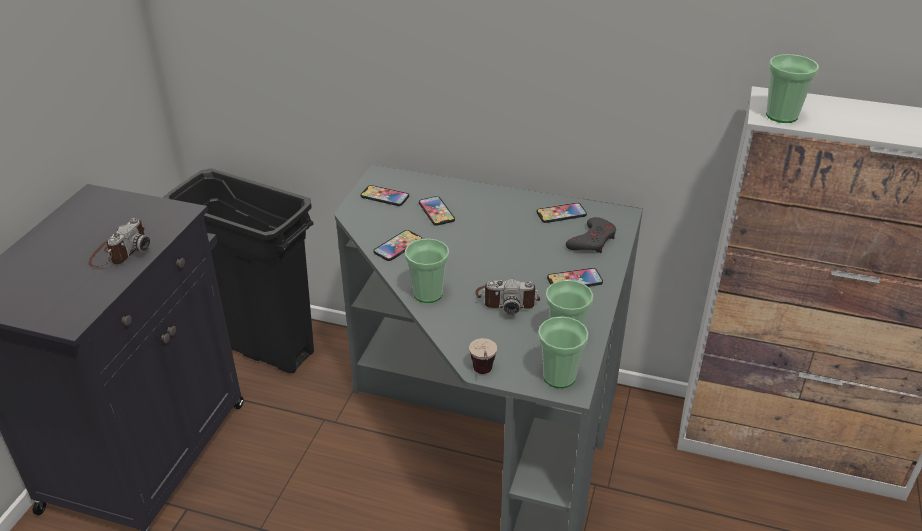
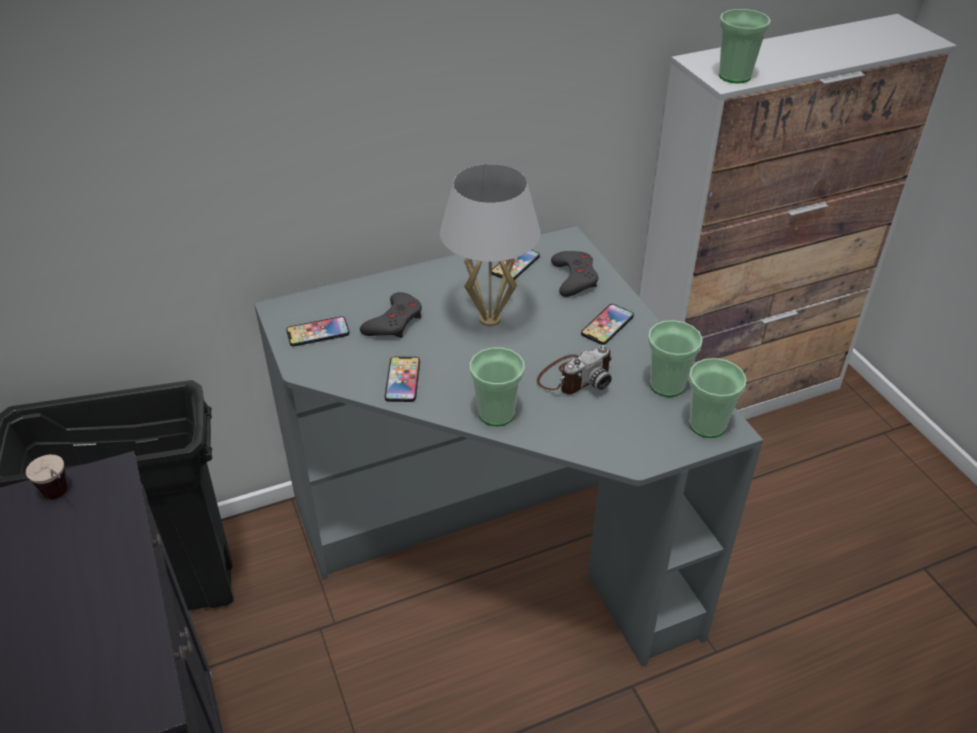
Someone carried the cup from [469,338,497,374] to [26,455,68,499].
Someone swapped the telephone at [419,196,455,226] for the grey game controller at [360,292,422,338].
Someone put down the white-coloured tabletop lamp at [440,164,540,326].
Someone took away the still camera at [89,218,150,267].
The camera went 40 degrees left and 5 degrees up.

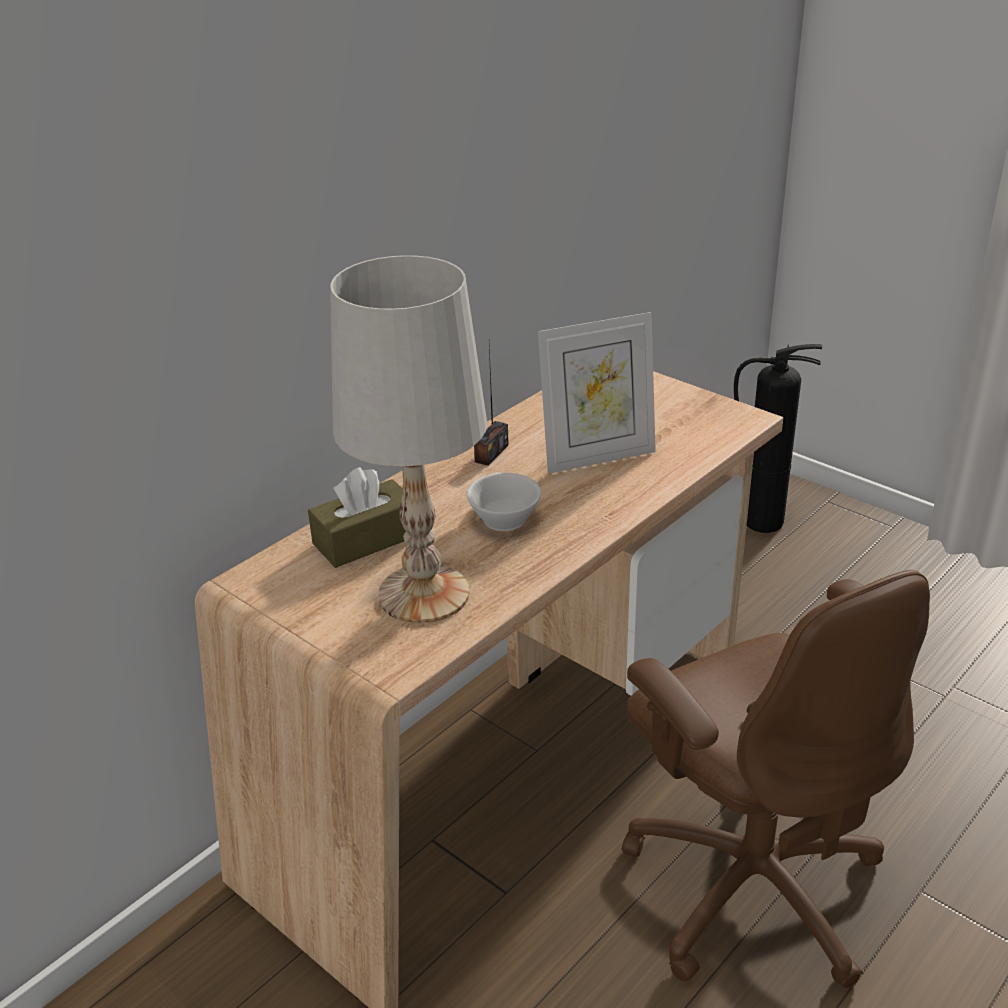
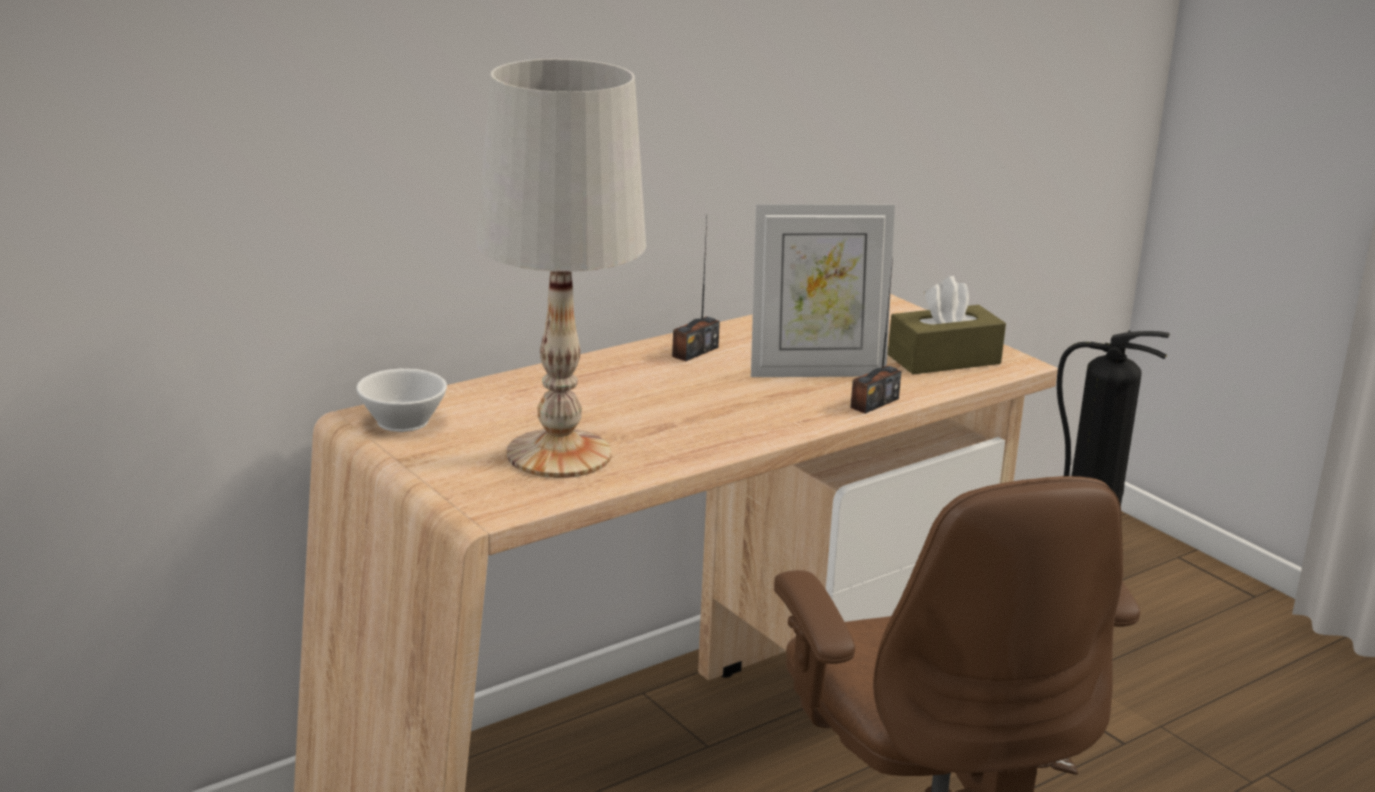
Someone carried the white-coloured cup from [467,472,541,531] to [356,369,447,432].
Someone put down the radio at [850,258,901,414].
Someone carried the brownish tissue holder from [308,467,406,568] to [888,276,1006,375].
The camera went 10 degrees right and 10 degrees down.

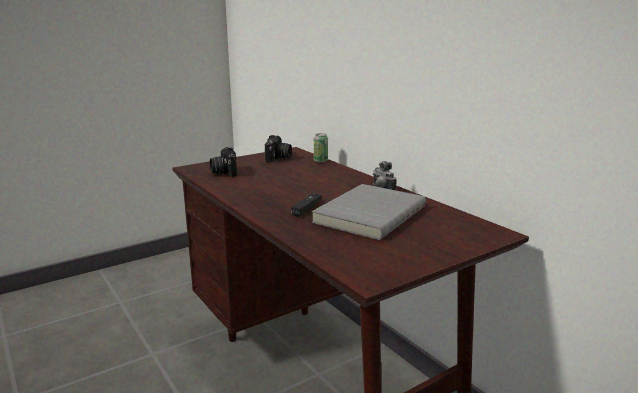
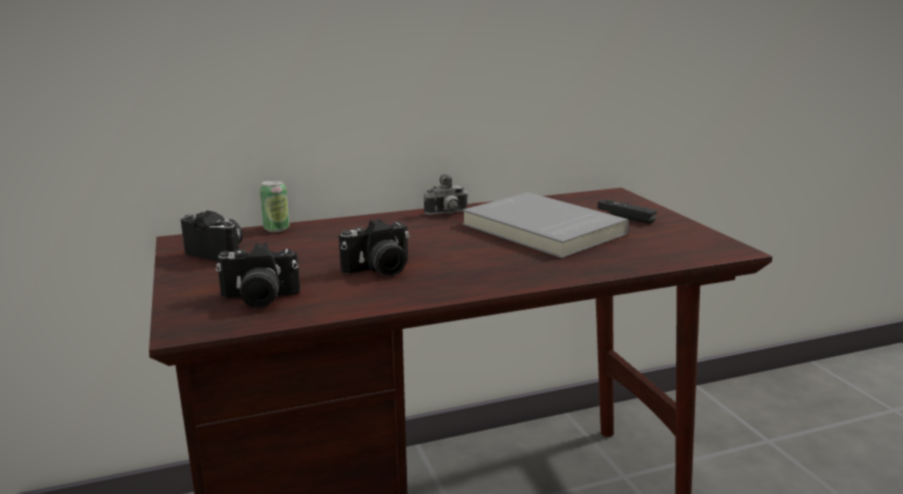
Someone put down the still camera at [339,219,409,276].
Someone carried the black game controller from [291,193,322,217] to [597,199,657,224].
The camera went 75 degrees left and 0 degrees up.

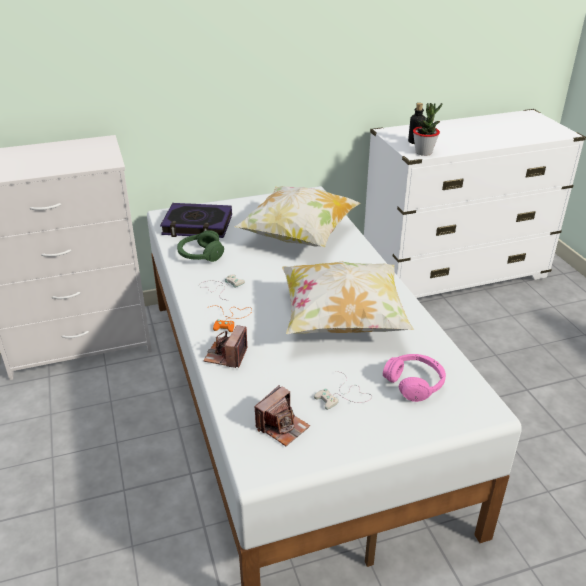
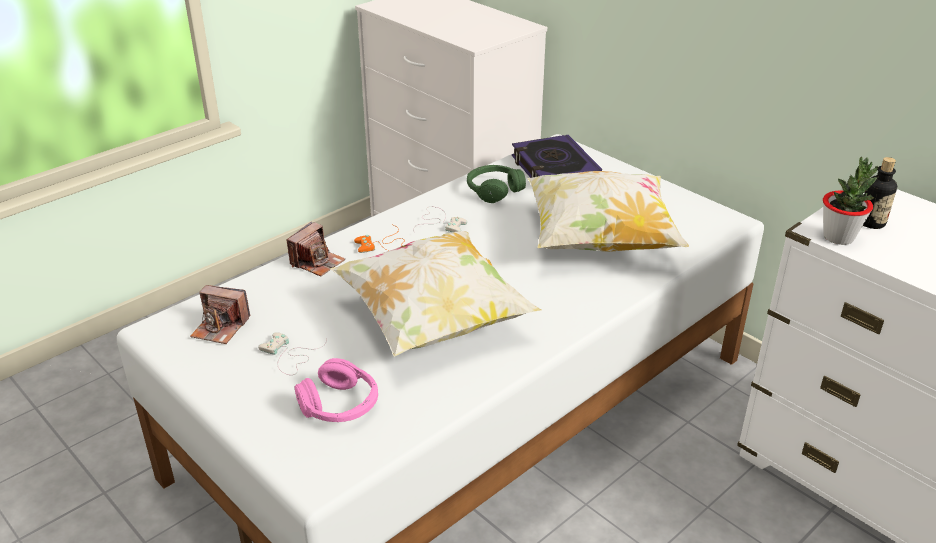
Someone rotated the still camera at [203,325,248,368] by 135 degrees clockwise.
The camera went 65 degrees right and 0 degrees up.

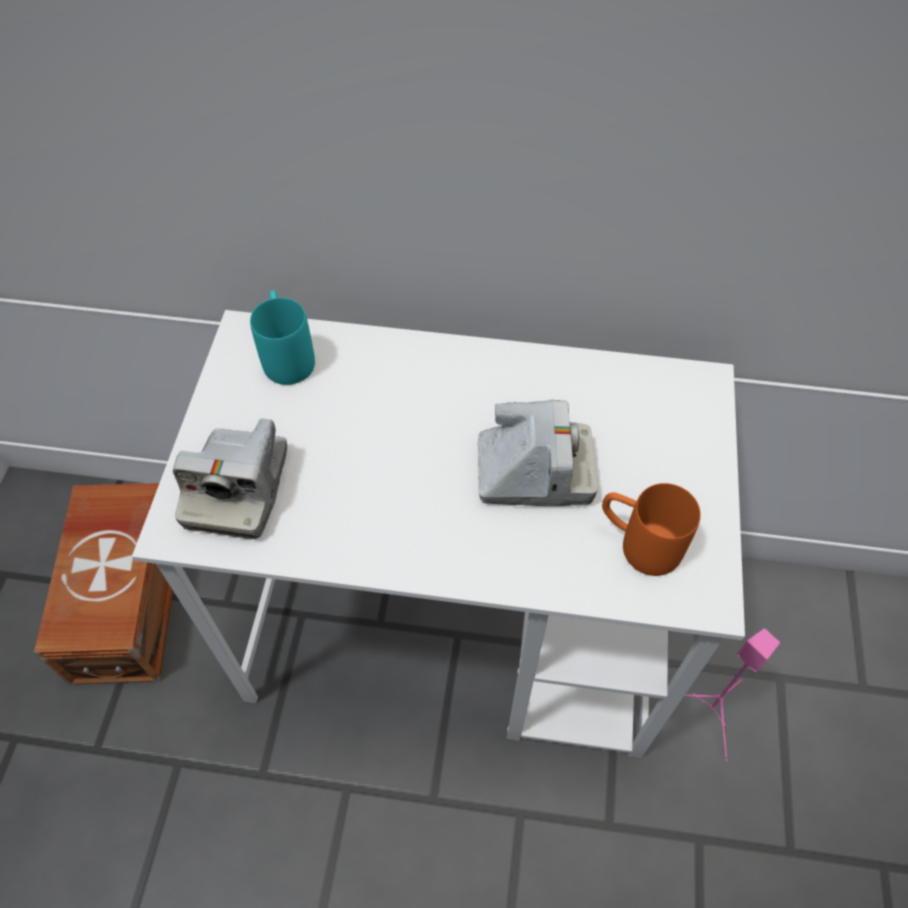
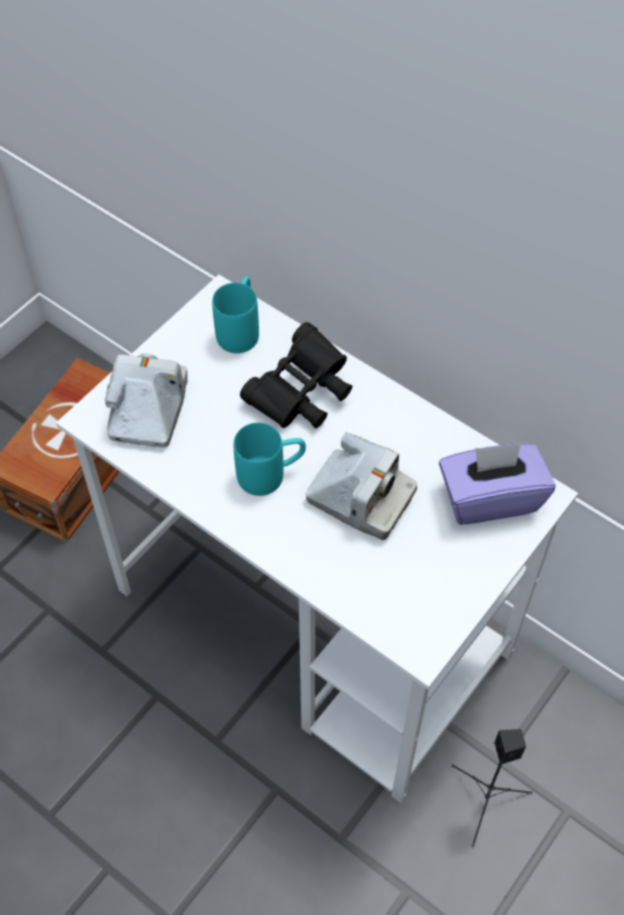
Someone rotated the still camera at [173,418,287,539] by 150 degrees clockwise.
Someone put down the turquoise tea mug at [234,422,306,496].
Someone put down the black pair of binoculars at [240,322,352,428].
Someone put down the purple-coloured tissue holder at [439,443,556,525].
Someone repainted the pink loudspeaker at [685,628,780,761], which became the black loudspeaker at [452,729,533,847].
Someone took away the orangey tea mug at [602,483,701,576].
The camera went 30 degrees right and 0 degrees up.

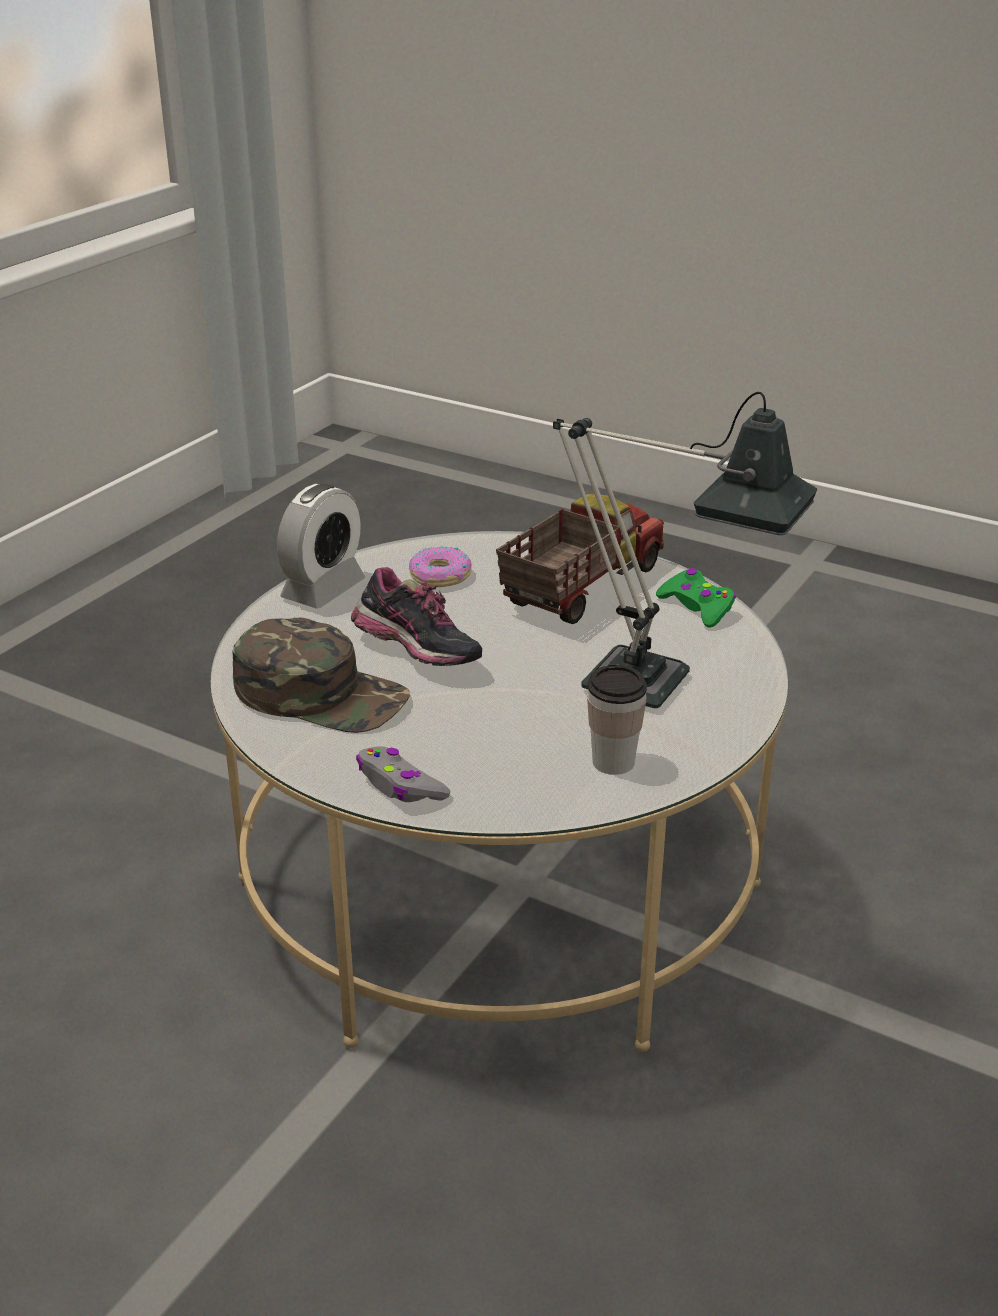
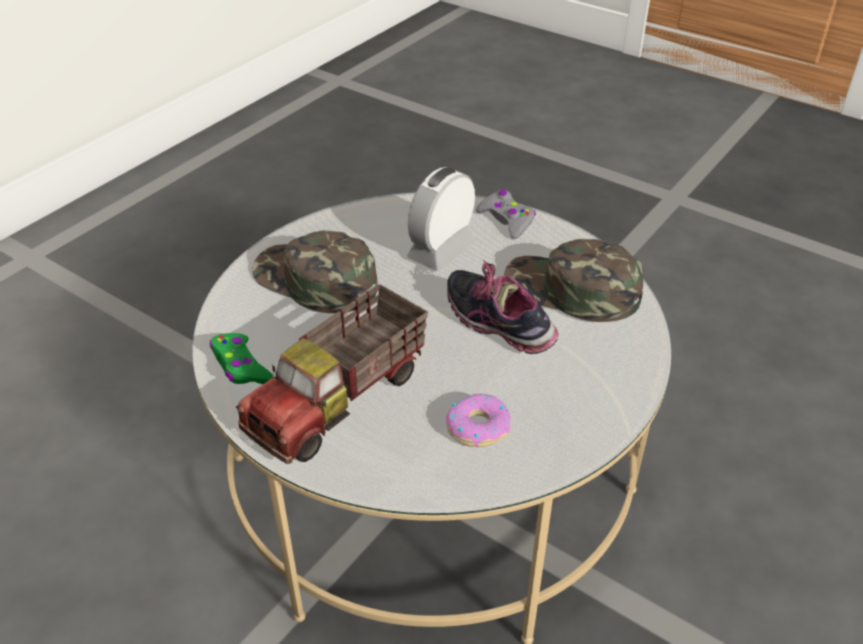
Someone swapped the tabletop lamp at [553,392,817,708] for the green-coloured cap at [252,230,378,313].
Someone carried the table clock from [277,483,365,609] to [407,167,475,271].
Someone took away the cup at [587,665,647,775].
The camera went 175 degrees left and 10 degrees up.

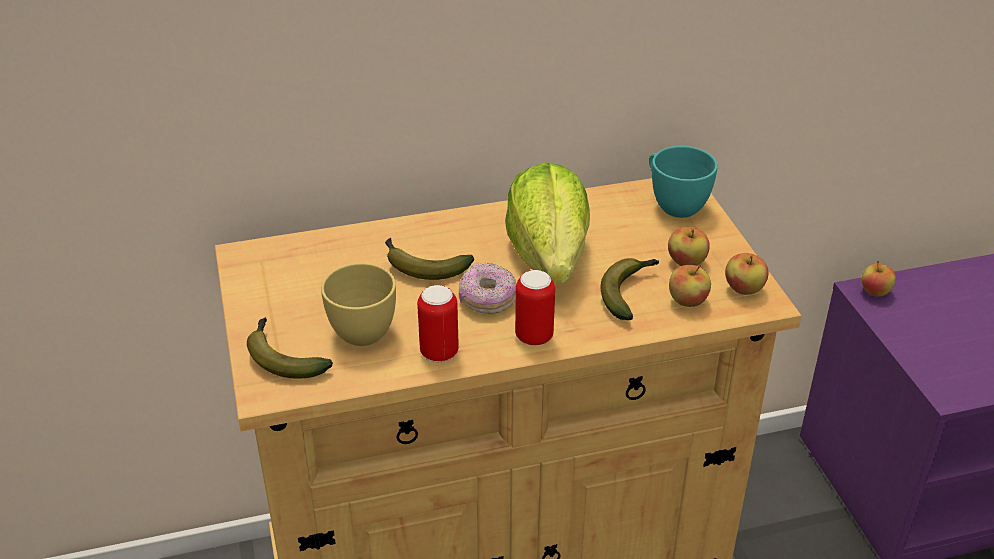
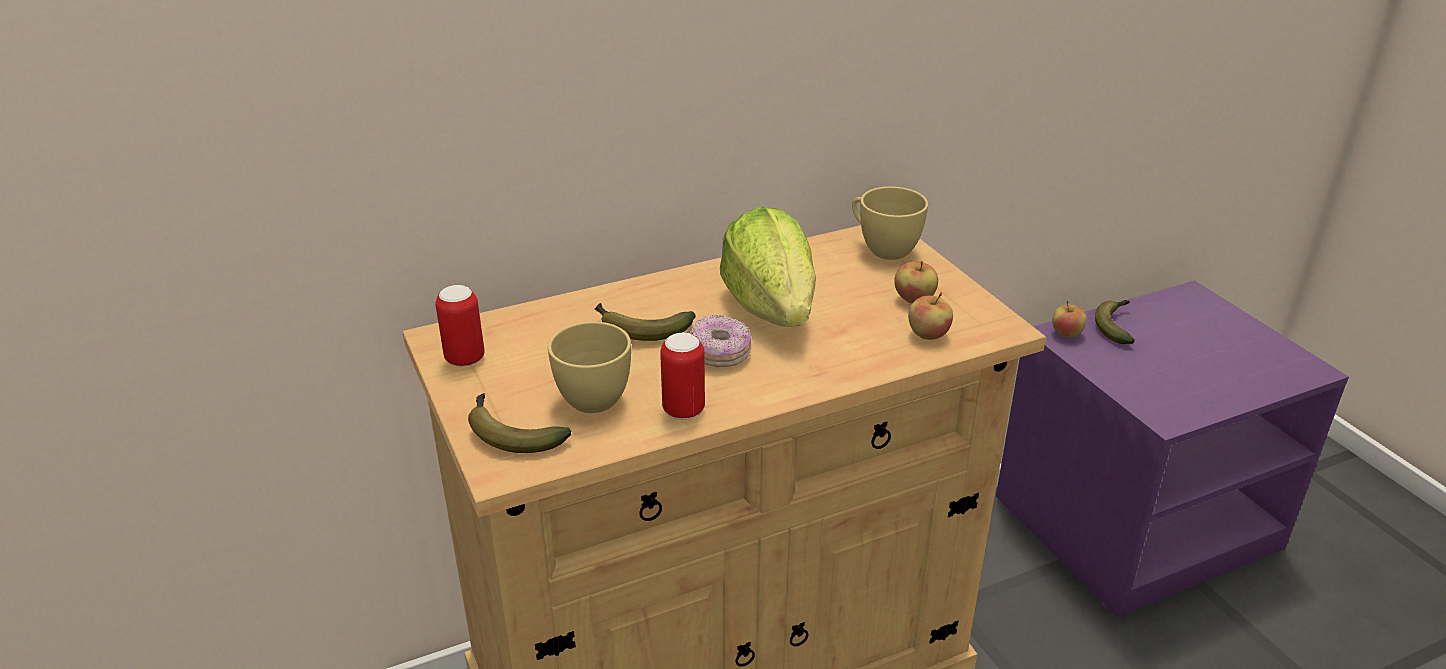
Someone carried the can from [515,270,555,346] to [436,285,485,366].
Someone repainted the turquoise cup at [649,146,718,218], which became the yellow-coloured cup at [852,187,928,260].
Someone carried the banana fruit from [601,258,659,320] to [1095,300,1135,344].
Someone took away the apple fruit at [725,253,769,295].
The camera went 10 degrees left and 5 degrees down.

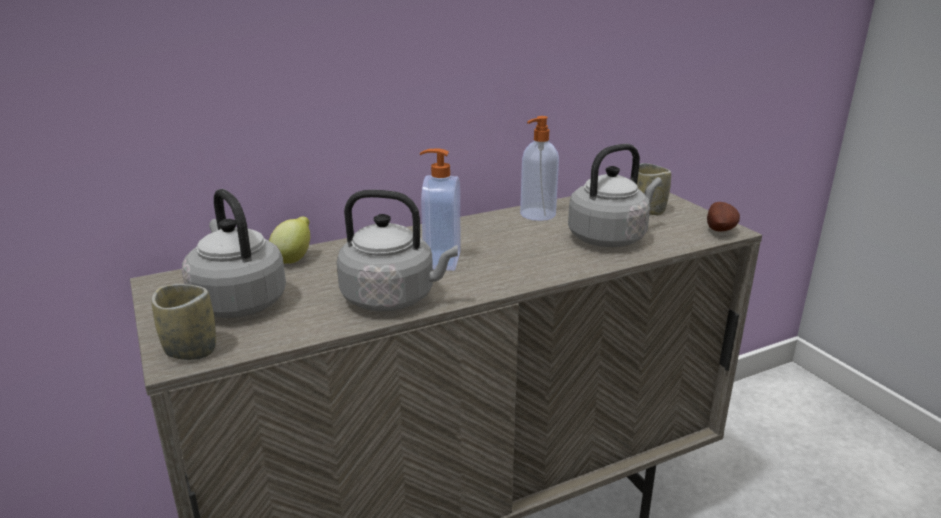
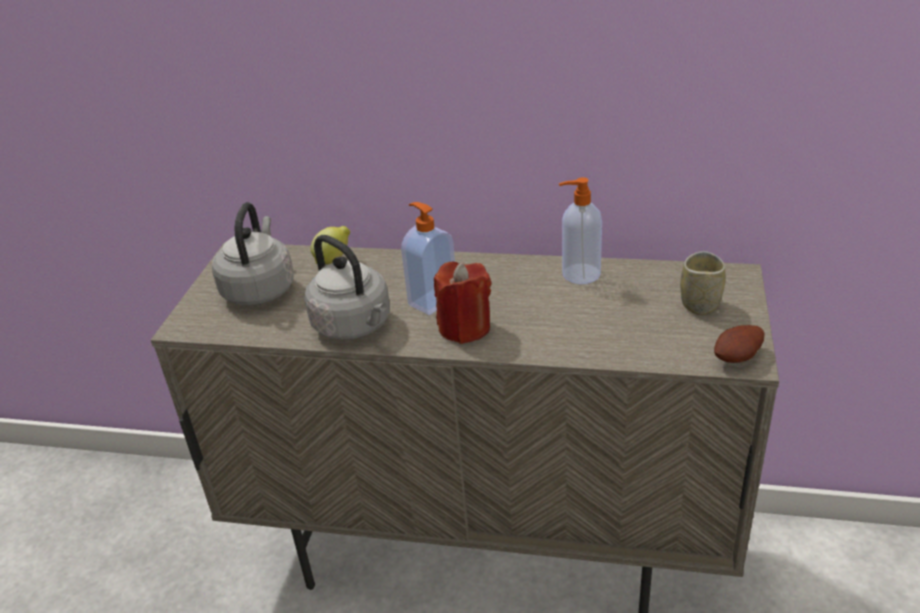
Someone put down the red candle at [434,261,491,344].
Someone took away the cup at [151,284,216,360].
Someone took away the grey tea kettle at [568,144,662,247].
The camera went 40 degrees right and 10 degrees up.

